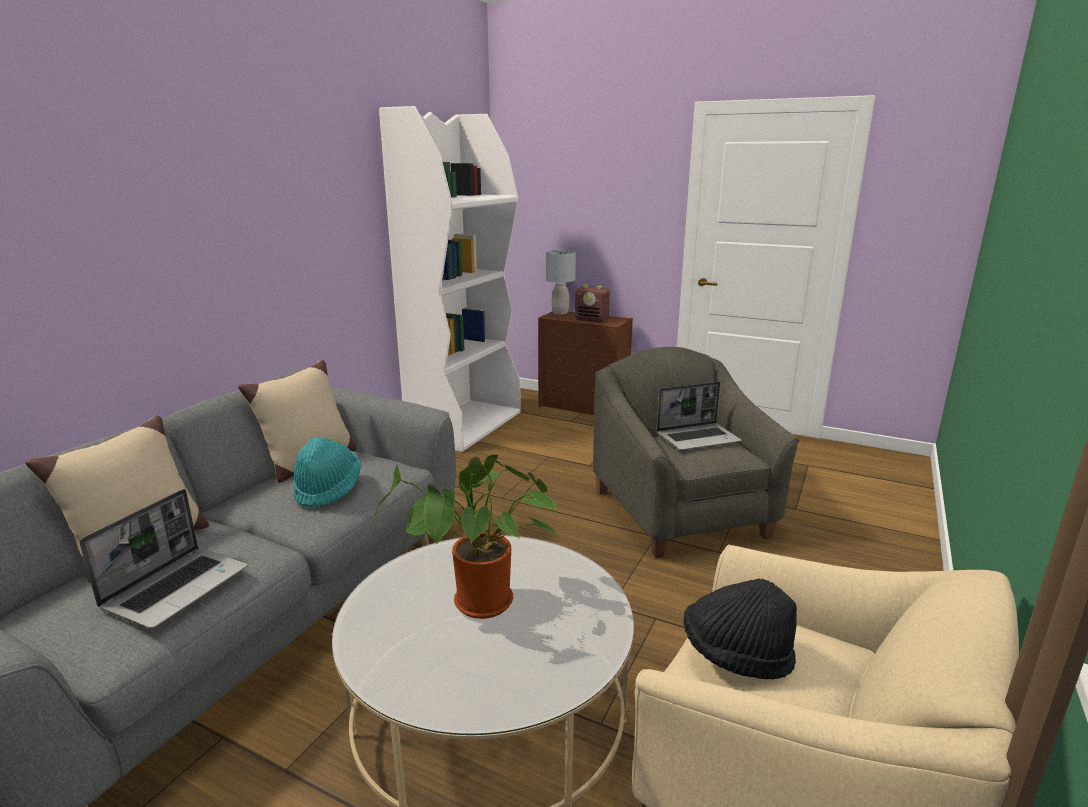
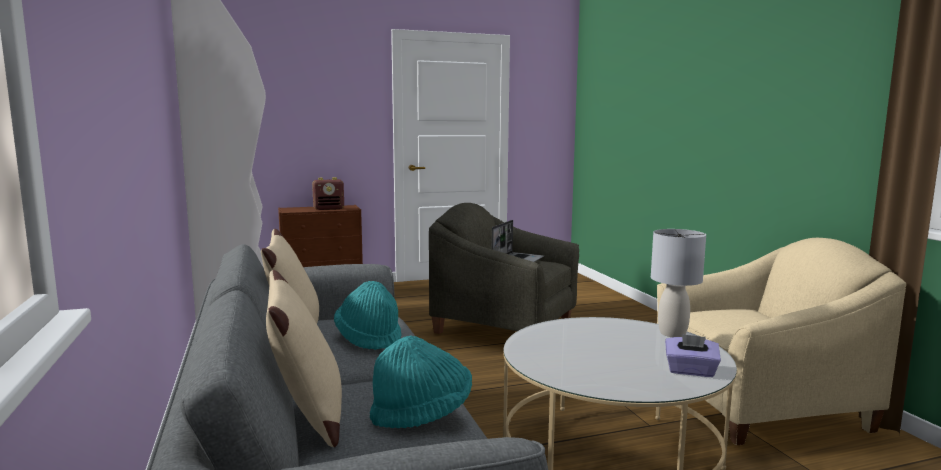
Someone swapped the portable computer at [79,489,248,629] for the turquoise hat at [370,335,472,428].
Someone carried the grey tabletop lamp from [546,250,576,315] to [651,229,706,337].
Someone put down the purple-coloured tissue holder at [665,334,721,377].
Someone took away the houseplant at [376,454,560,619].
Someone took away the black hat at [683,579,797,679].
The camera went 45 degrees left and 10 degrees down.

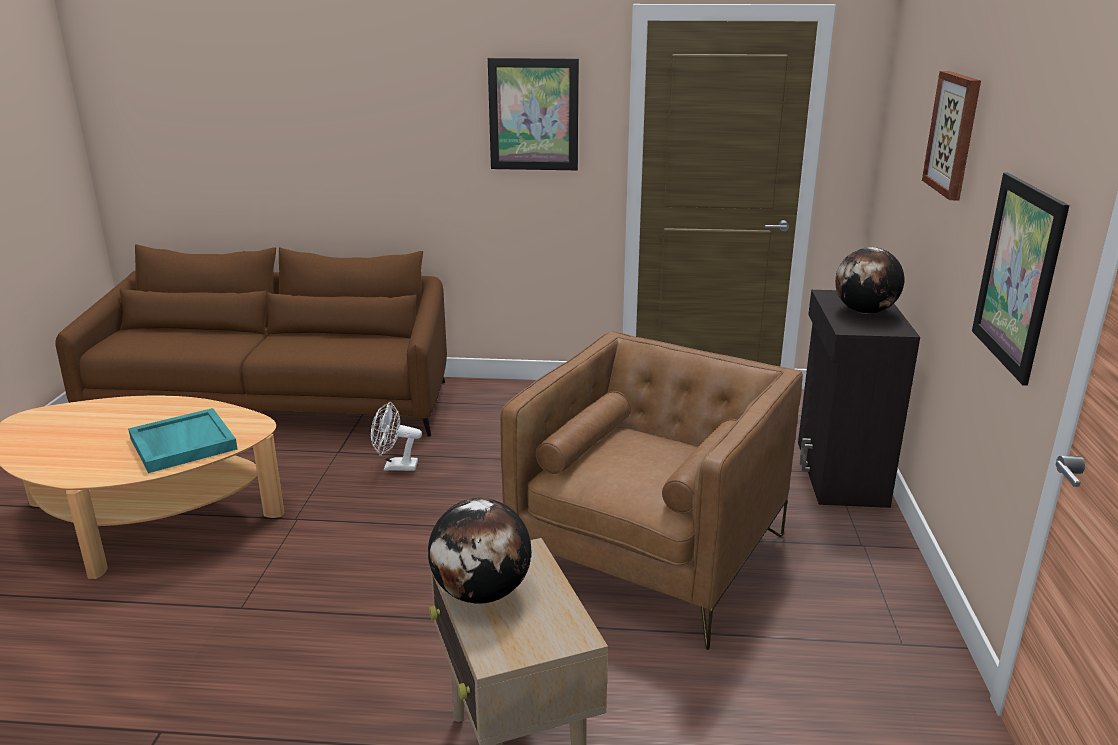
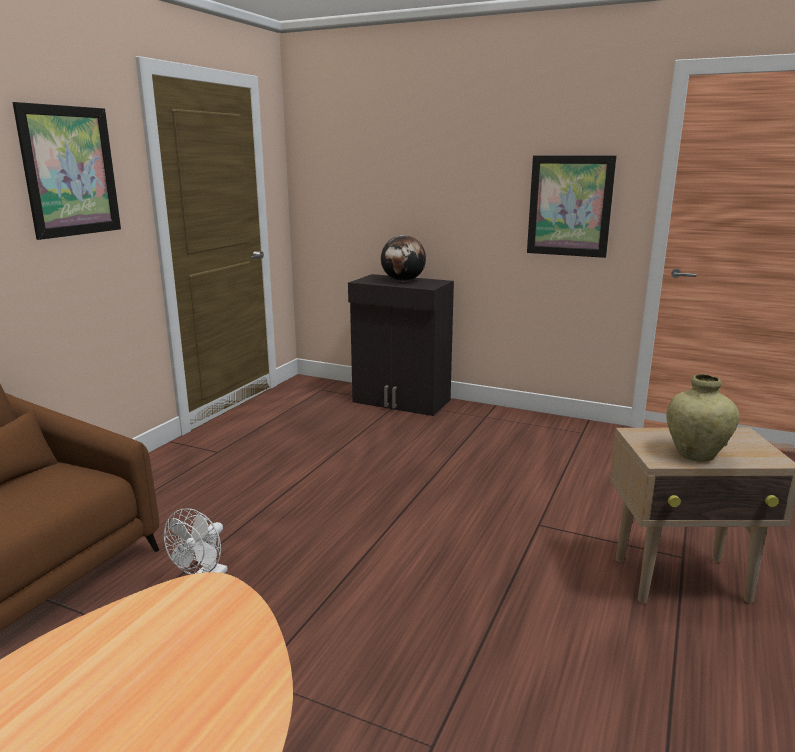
Someone swapped the desk globe at [428,498,532,604] for the beige decorative vase at [666,374,739,462].
Someone took away the turquoise tray at [128,408,237,473].
Someone took away the brownish lounge chair at [500,331,803,650].
Someone took away the wall picture at [922,71,981,200].
The camera went 70 degrees left and 5 degrees down.

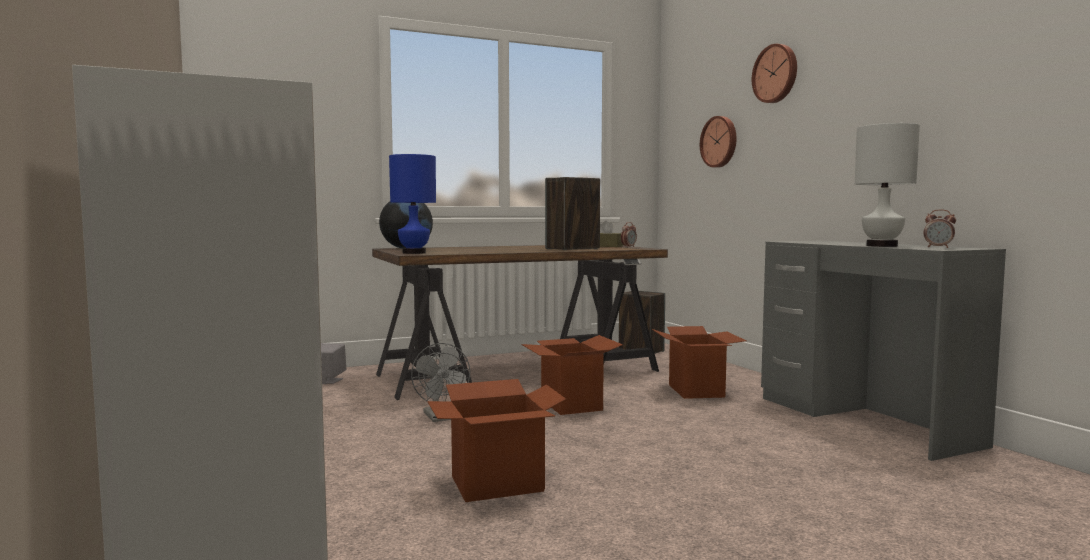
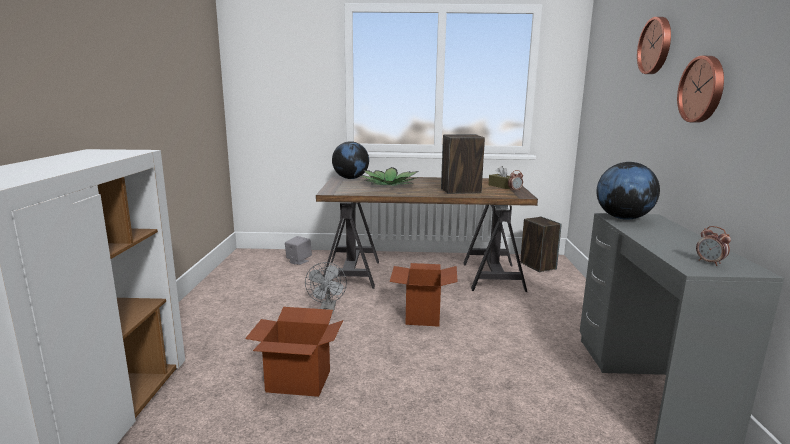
Someone put down the houseplant at [361,167,418,186].
Someone put down the desk globe at [596,162,660,220].
Someone carried the clock on the wall from [700,116,737,168] to [677,56,724,123].
Someone took away the bluish tabletop lamp at [389,154,436,254].
Someone took away the carton at [652,326,746,399].
Someone took away the white-coloured tabletop lamp at [855,123,920,247].
The camera went 25 degrees right and 10 degrees up.

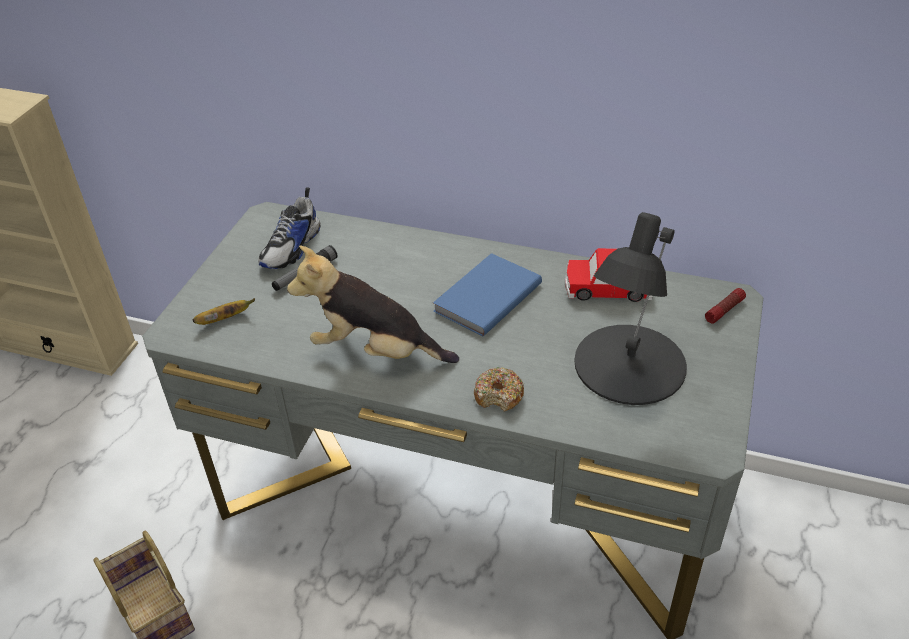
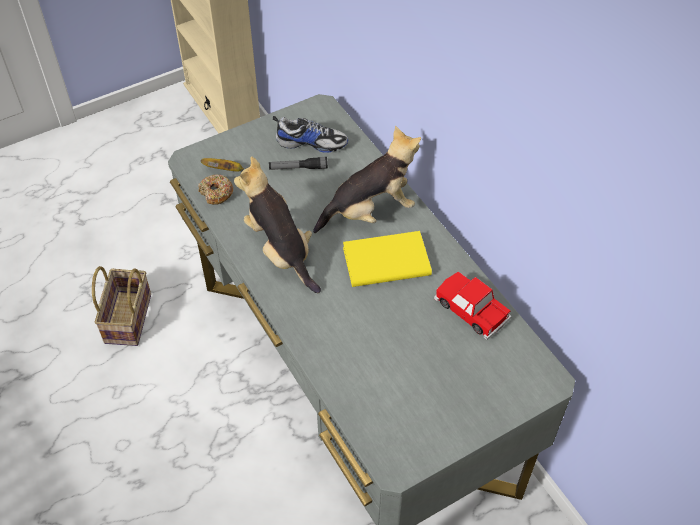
Someone carried the donut from [474,367,524,411] to [198,174,233,205].
Someone rotated the item of footwear at [258,187,320,269] by 150 degrees counterclockwise.
Someone put down the plush toy at [313,126,421,233].
Someone repainted the bluish volume at [433,253,542,336], which became the yellow-coloured volume at [343,231,432,287].
Someone took away the black tabletop lamp at [574,212,687,405].
Someone took away the flashlight at [705,288,746,324].
The camera went 40 degrees right and 10 degrees up.

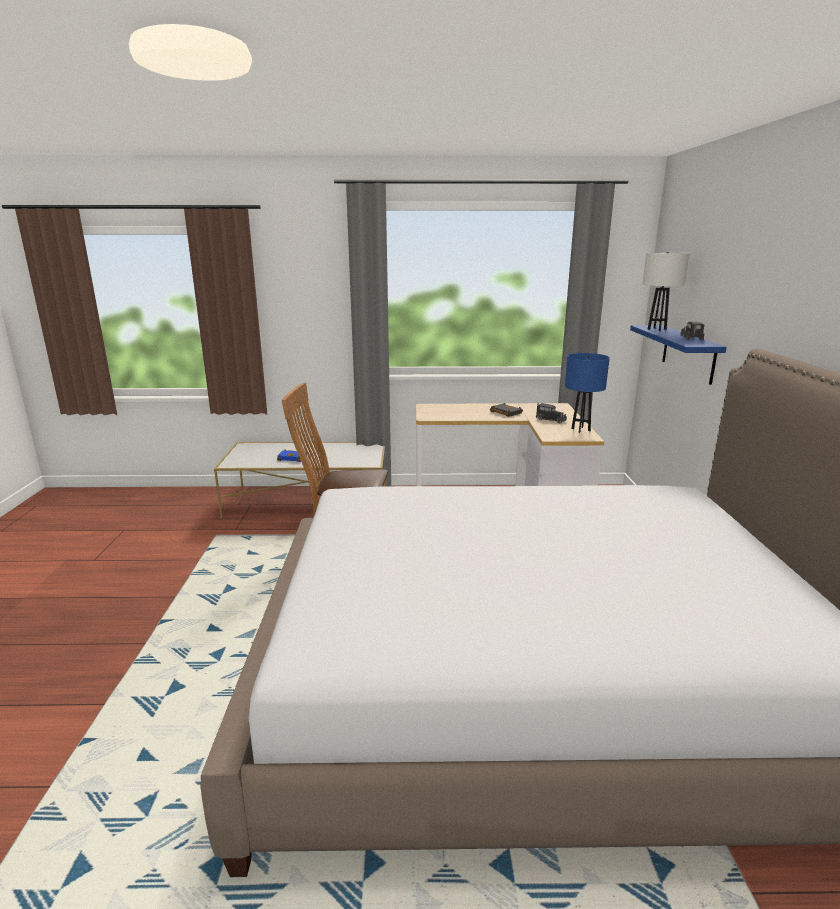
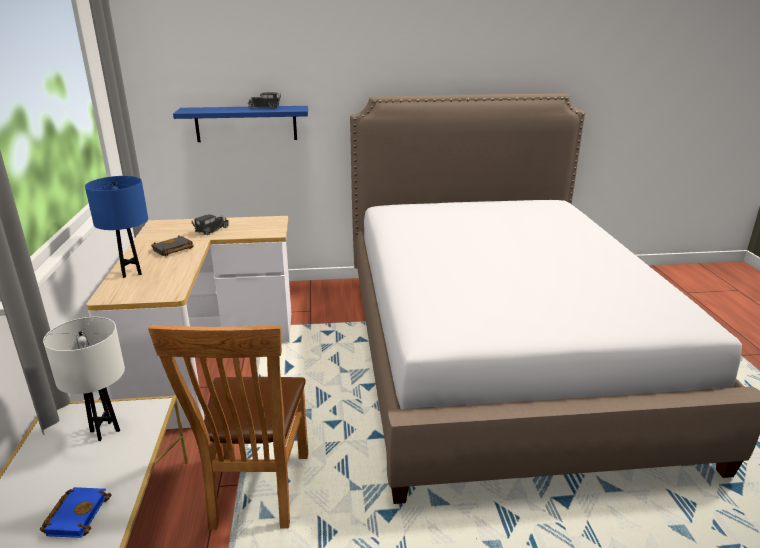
Someone carried the white-coloured tabletop lamp from [643,252,690,331] to [43,317,125,441].
Someone carried the bluish tabletop lamp from [565,353,610,433] to [85,176,148,278].
The camera went 95 degrees left and 5 degrees up.

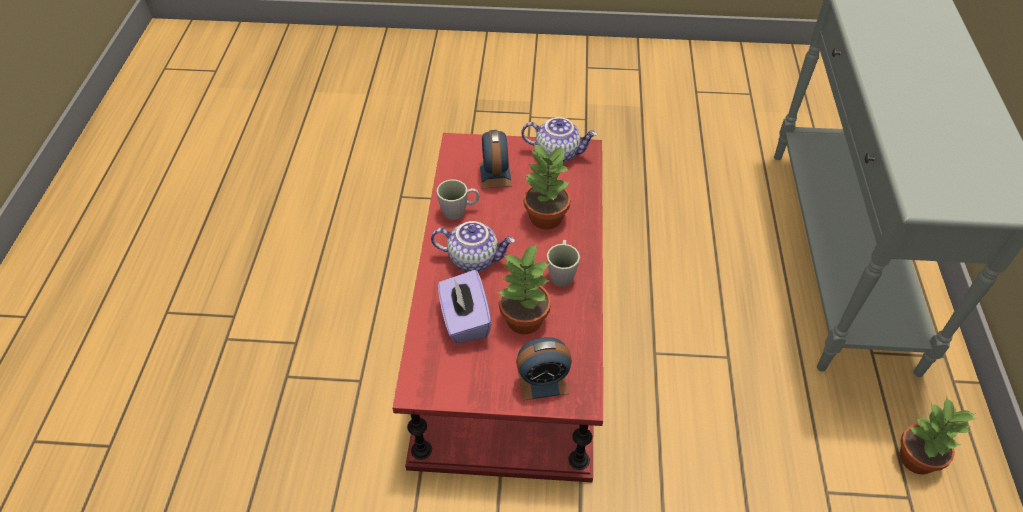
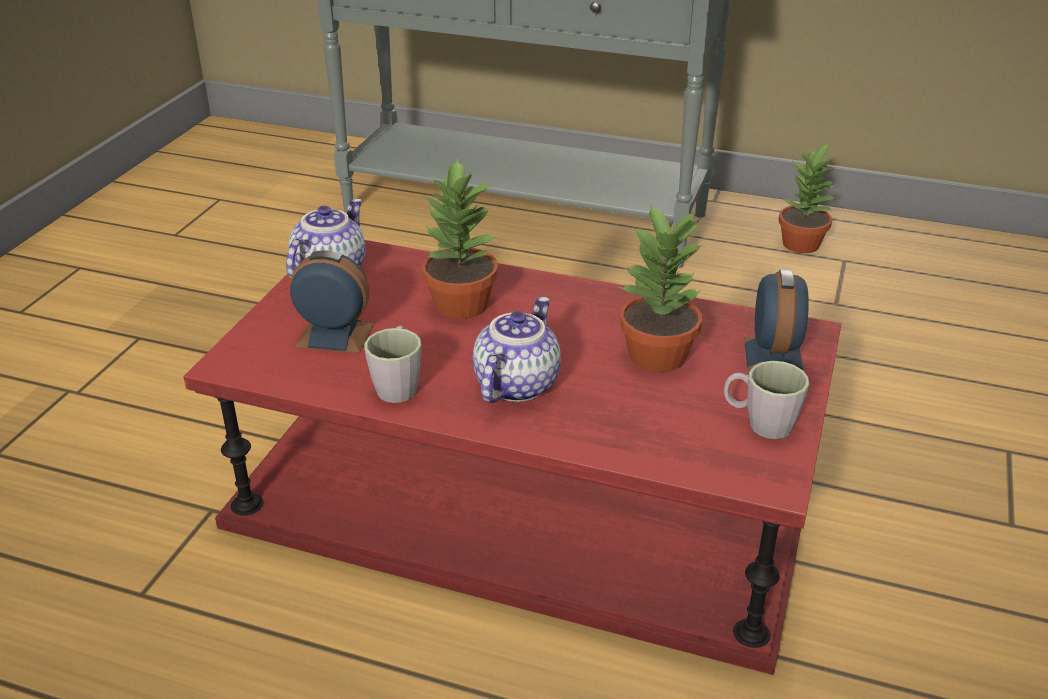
Someone carried the grey tea mug from [547,240,580,287] to [724,361,809,439].
Someone took away the purple-coloured tissue holder at [438,270,491,344].
The camera went 75 degrees left and 15 degrees down.

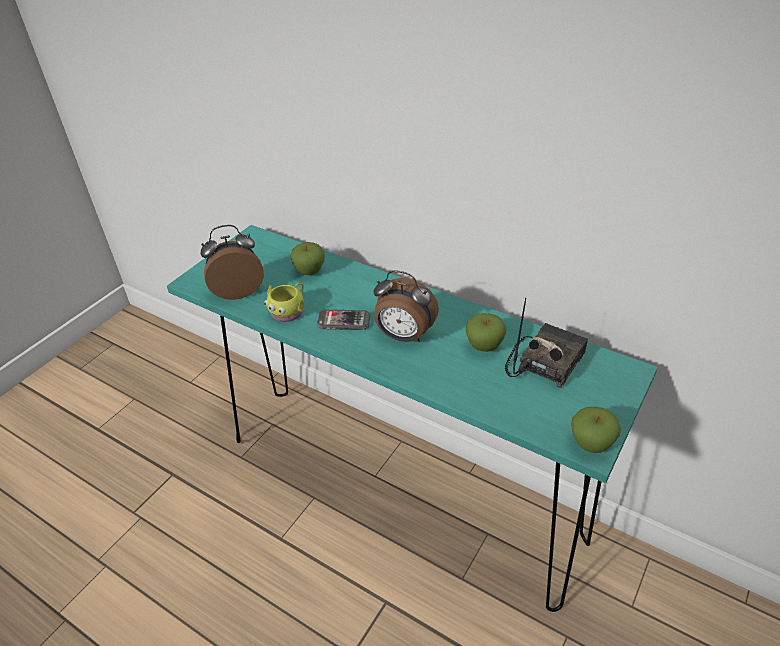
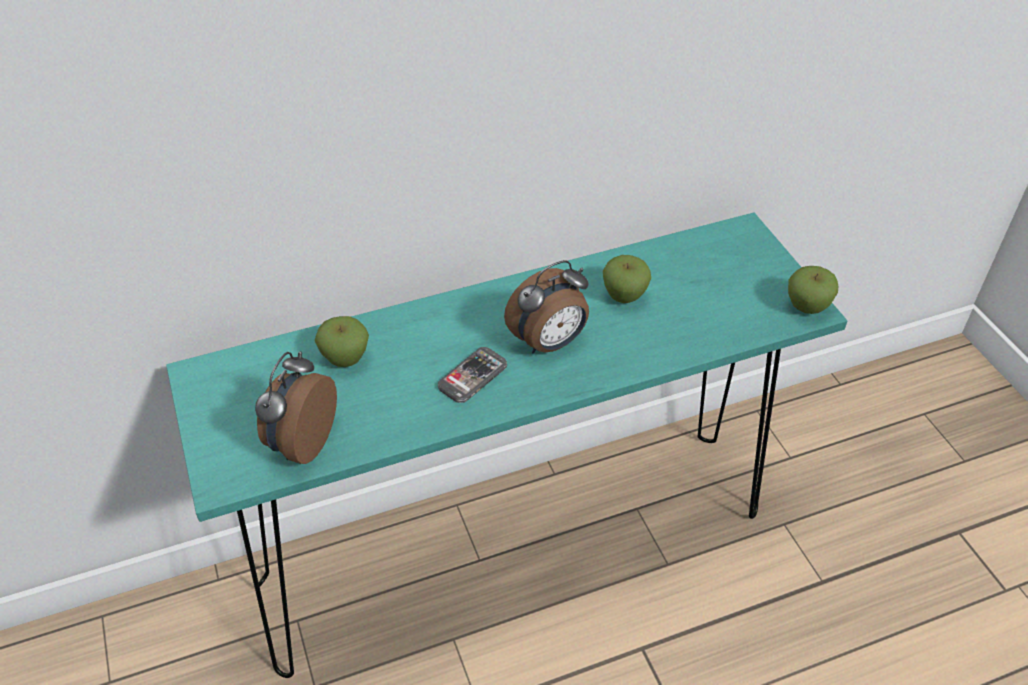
Someone took away the yellow-coloured tea mug at [264,283,304,322].
Someone took away the radio at [505,298,588,388].
The camera went 55 degrees left and 5 degrees up.

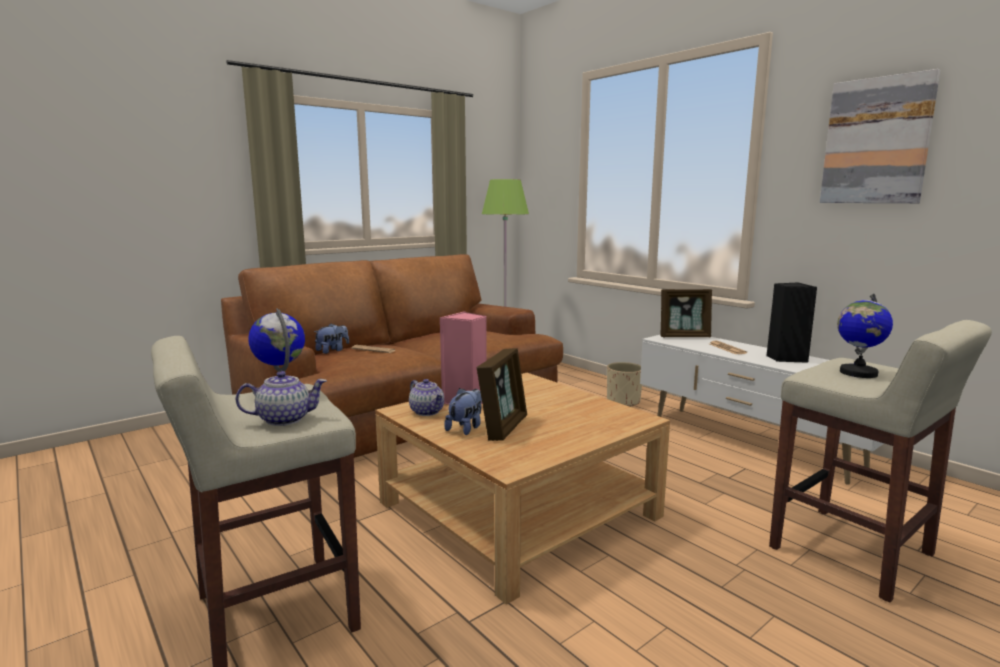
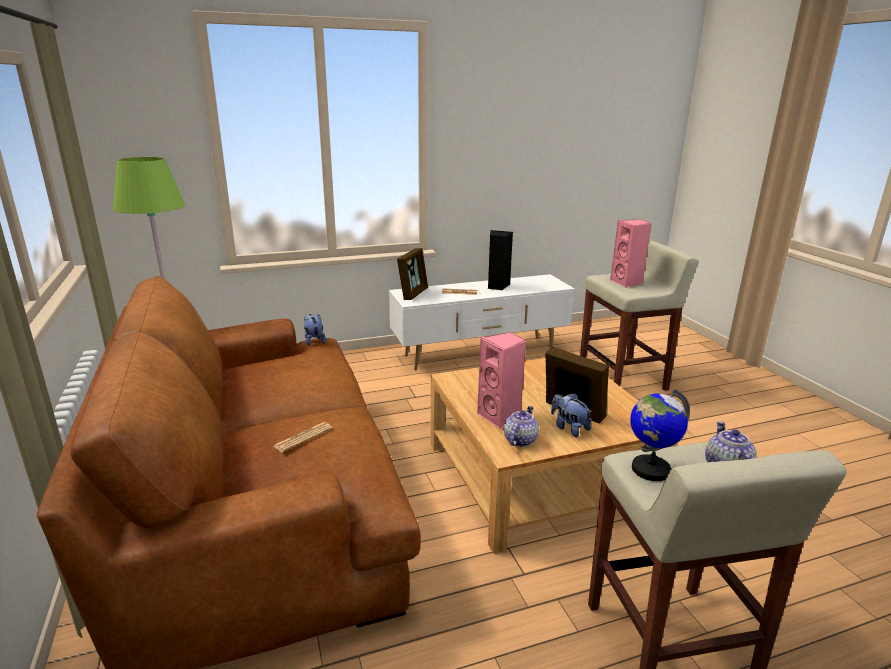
Someone carried the plush toy from [314,323,349,354] to [304,314,326,346].
Someone rotated the teapot at [409,379,444,416] by 45 degrees counterclockwise.
Someone swapped the desk globe at [837,293,893,378] for the pink loudspeaker at [610,219,652,288].
Someone took away the beige planter at [607,362,642,407].
Someone took away the wall picture at [820,69,940,203].
The camera went 70 degrees left and 10 degrees up.

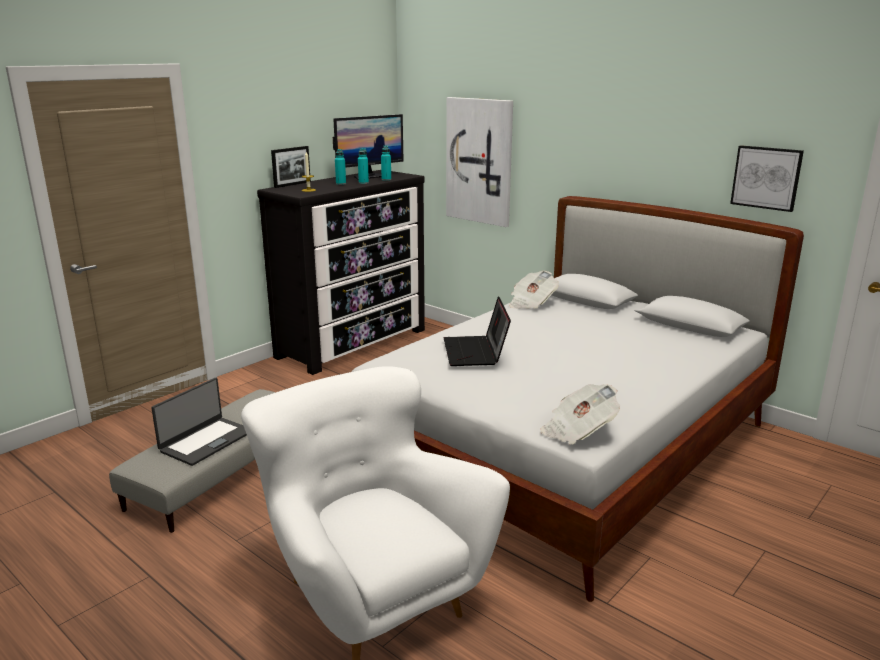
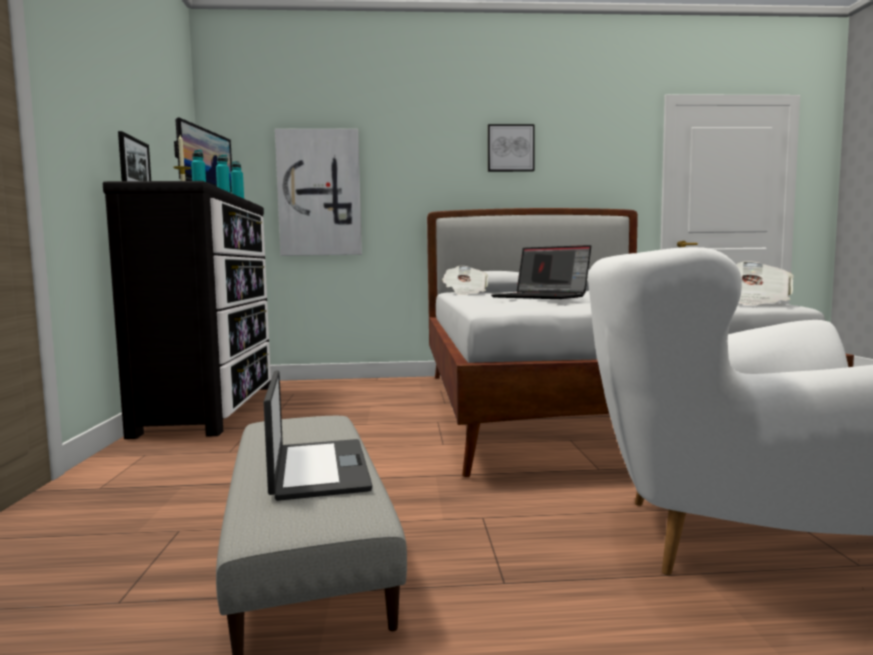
Someone carried the wall picture from [730,145,804,212] to [488,124,535,172].
The camera went 45 degrees left and 15 degrees down.

